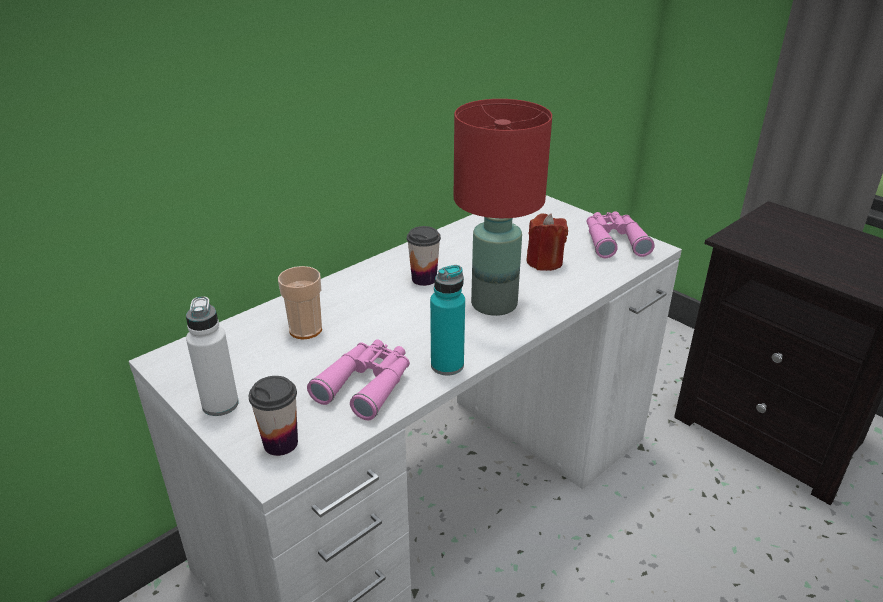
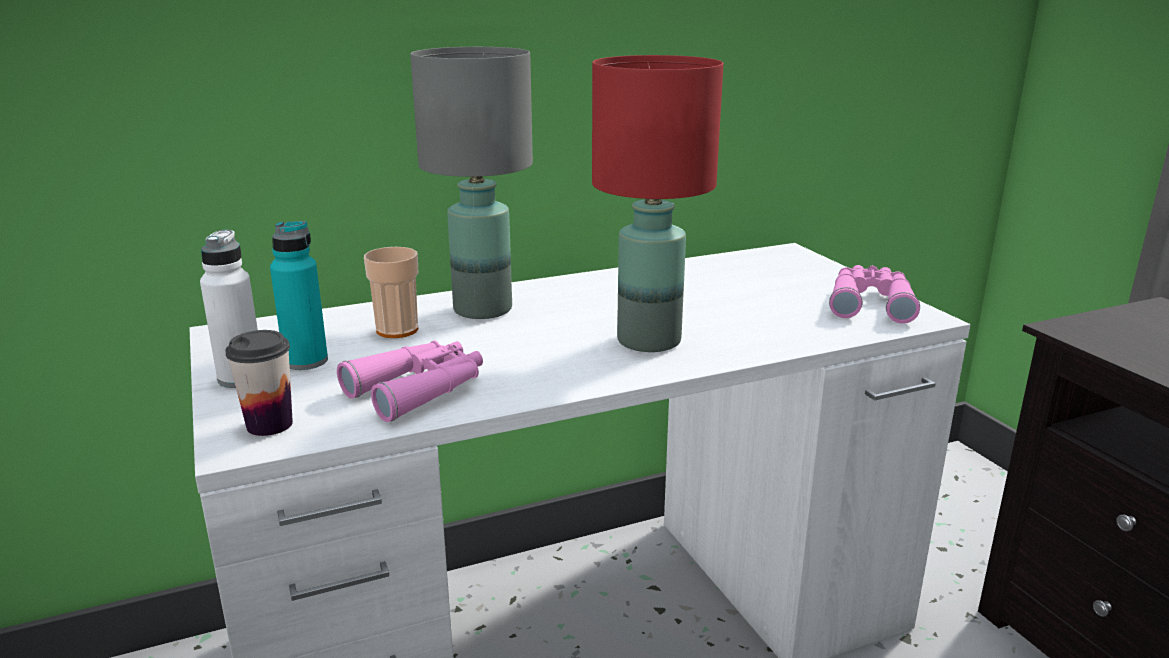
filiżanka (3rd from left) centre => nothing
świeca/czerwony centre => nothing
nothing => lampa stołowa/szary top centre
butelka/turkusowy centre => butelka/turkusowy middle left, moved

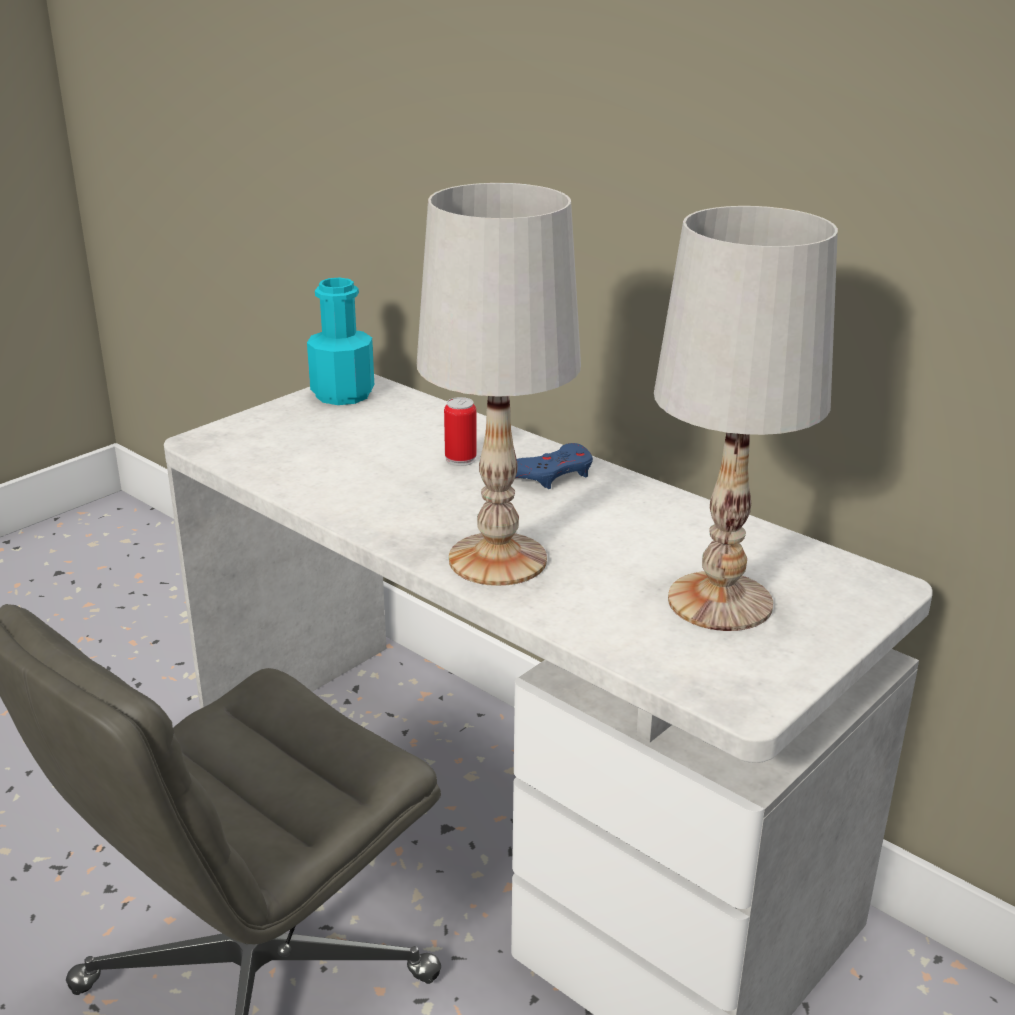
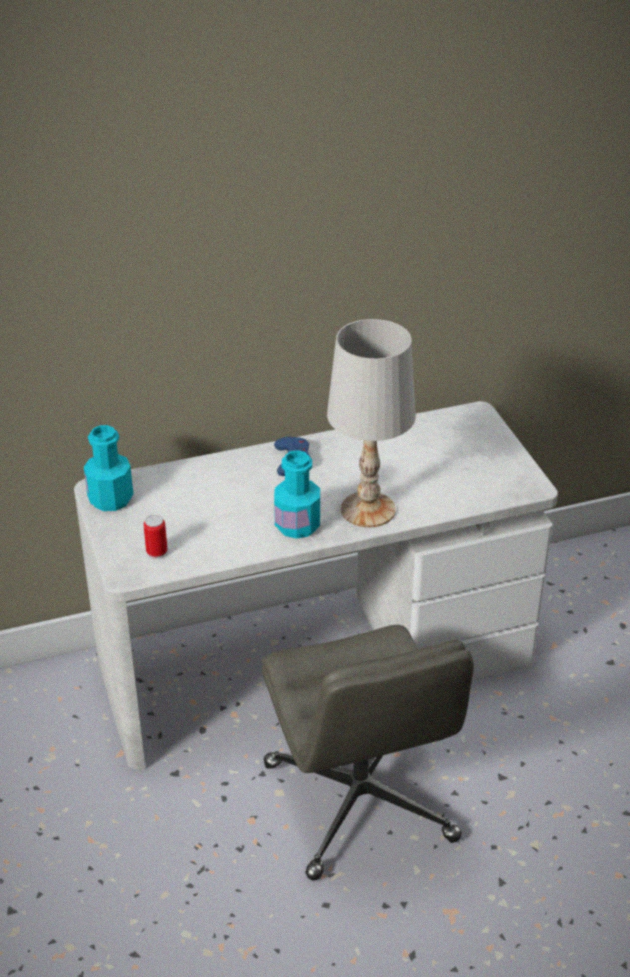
lampa stołowa/biały (2nd from left) middle right => nothing
nothing => butelka/turkusowy (2nd from left) centre
puszka centre => puszka middle left, moved

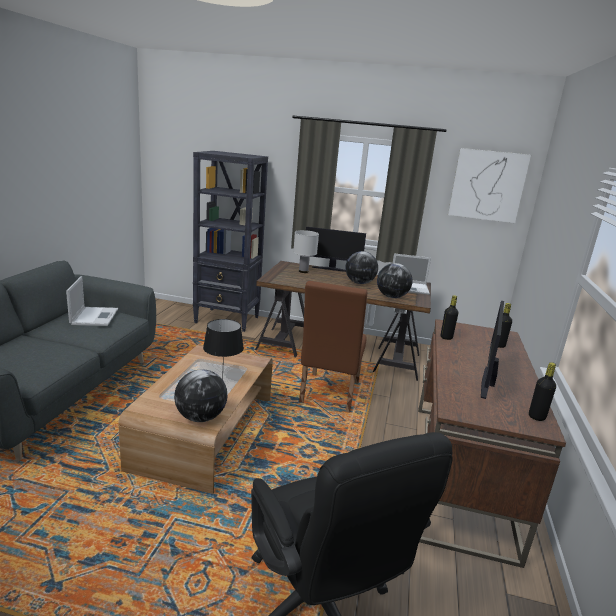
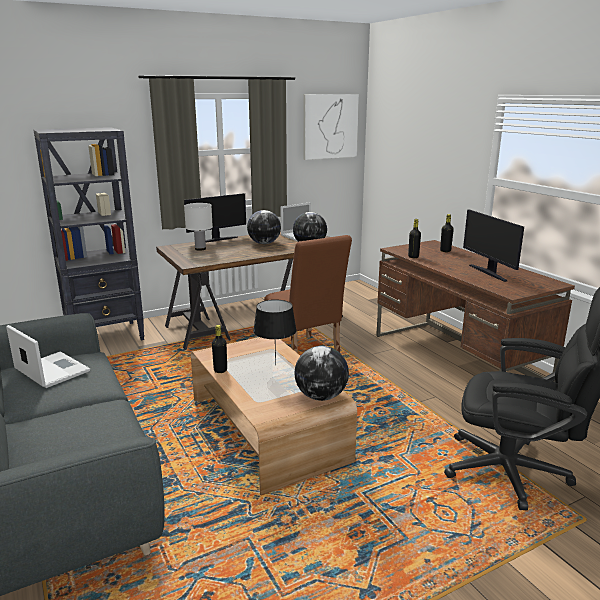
butelka/czarny (3rd from left in the first image) middle right => butelka/czarny (1st from left) centre, moved

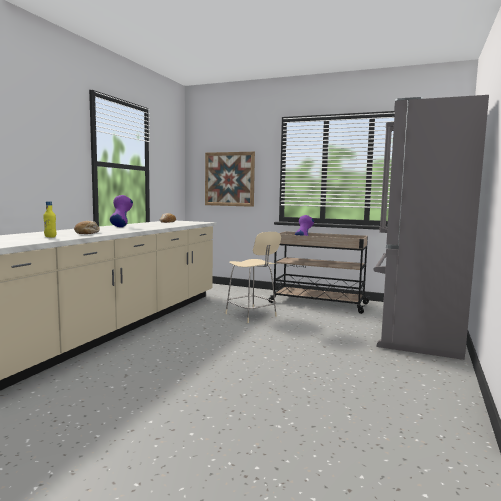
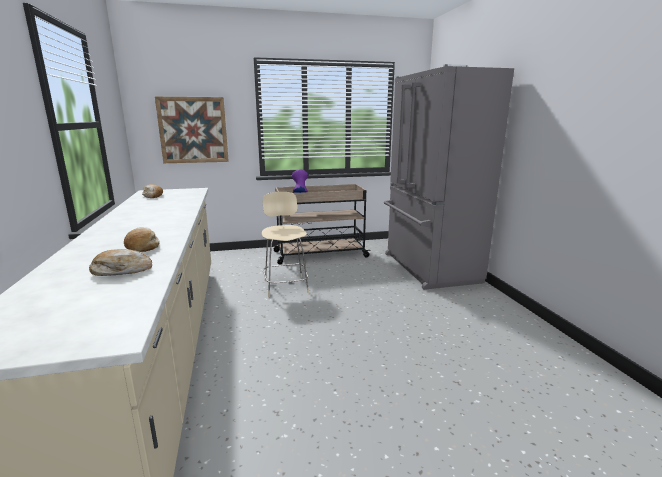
wazon/fioletowy (1st from left) middle left => nothing
butelka/żółty middle left => chleb (1st from left) middle left
krzesło/beżowy centre, 120 degrees counterclockwise

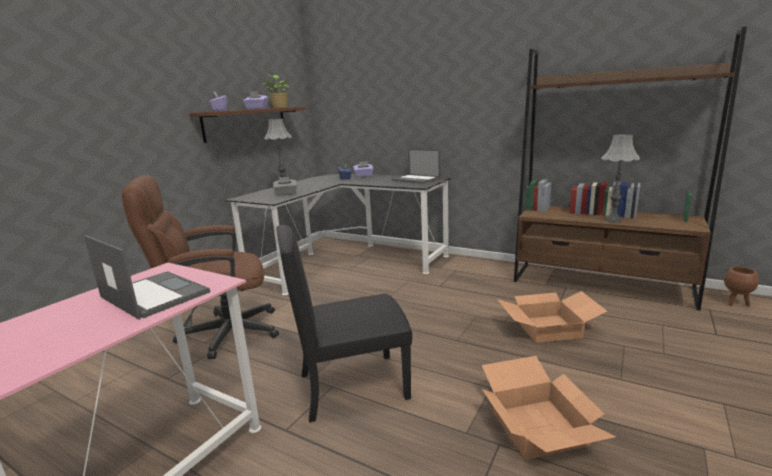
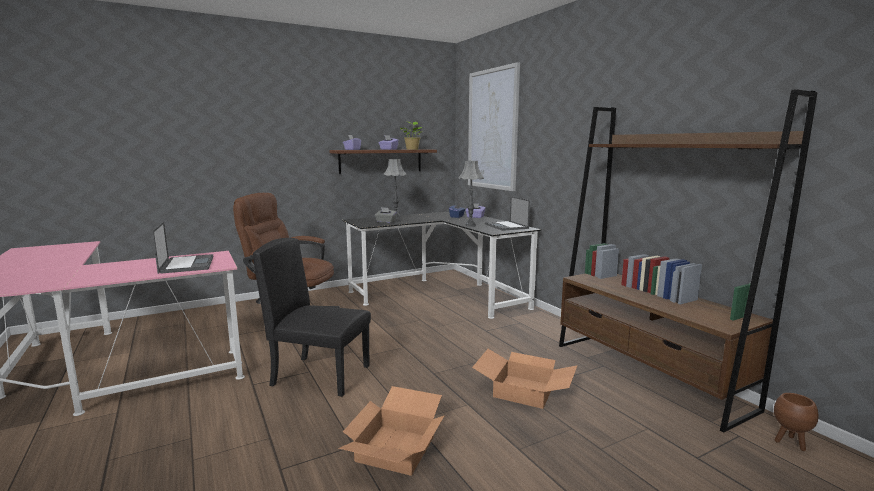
nothing => obraz top centre
lampa stołowa/szary (2nd from left) middle right => lampa stołowa/szary (2nd from left) centre, moved

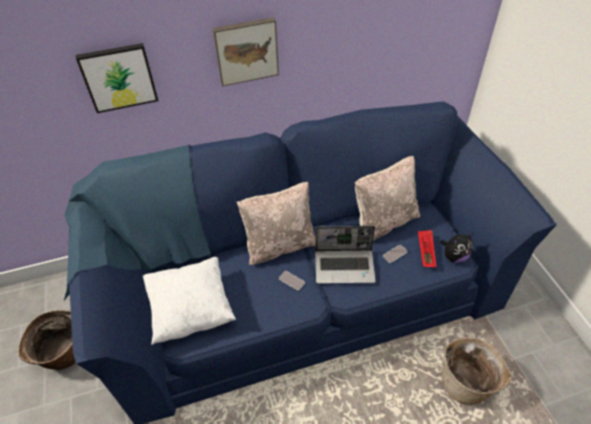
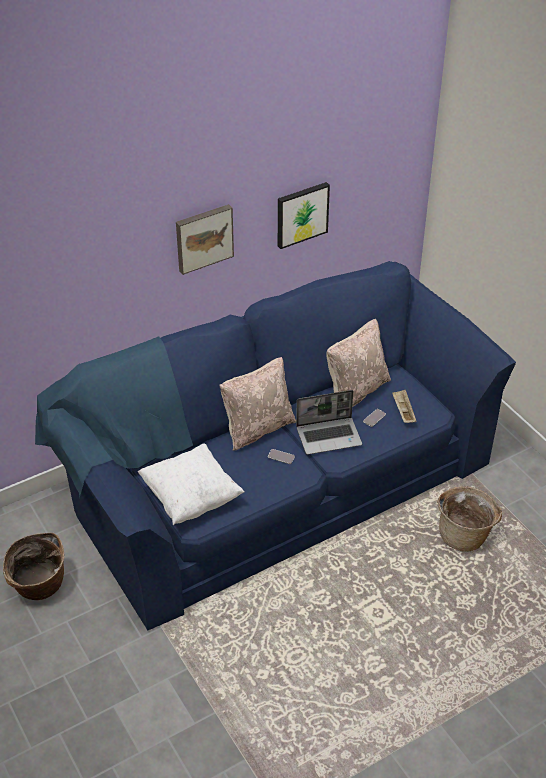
pluszak middle right => nothing
obraz (1st from left in the first image) top left => obraz (2nd from left) top centre, moved
taca/czerwony middle right => taca/beżowy middle right

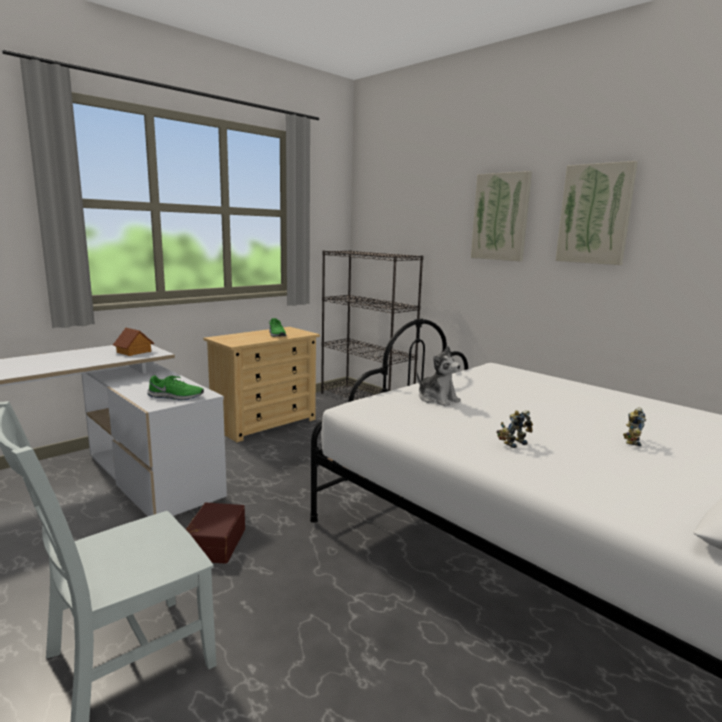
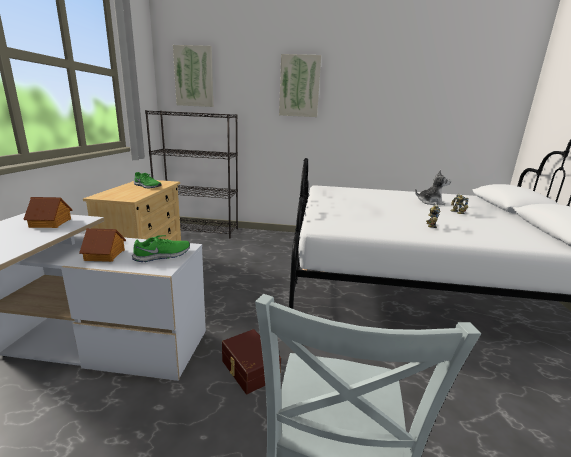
nothing => domek (2nd from left) middle left
pluszak centre => pluszak middle right, moved
obraz (2nd from left in the first image) top right => obraz (1st from left) top centre, moved

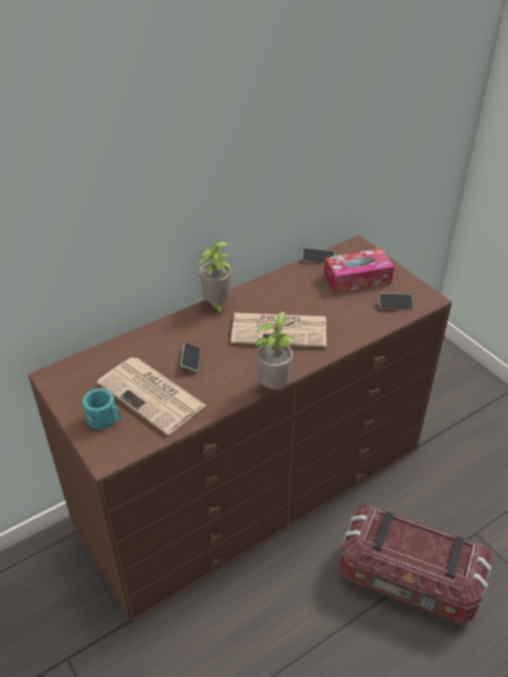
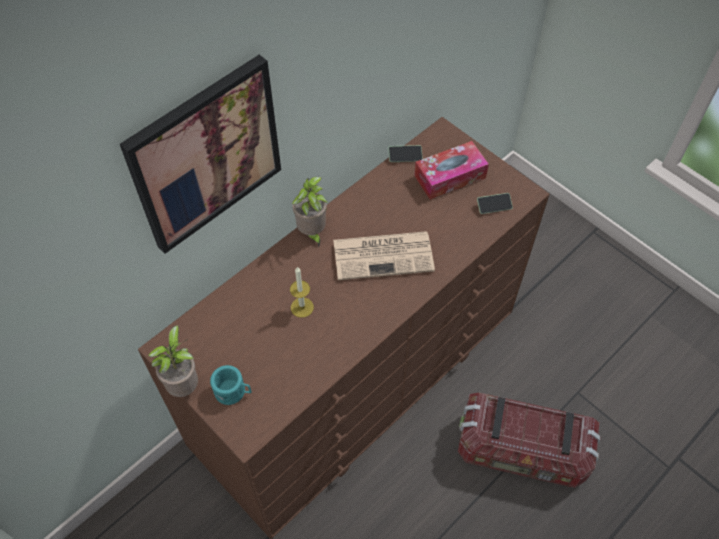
gazeta (1st from left) middle left => nothing
nothing => obraz top left
roślina doniczkowa (2nd from left in the first image) centre => roślina doniczkowa (1st from left) bottom left, moved
telefon (1st from left) centre => świeca centre

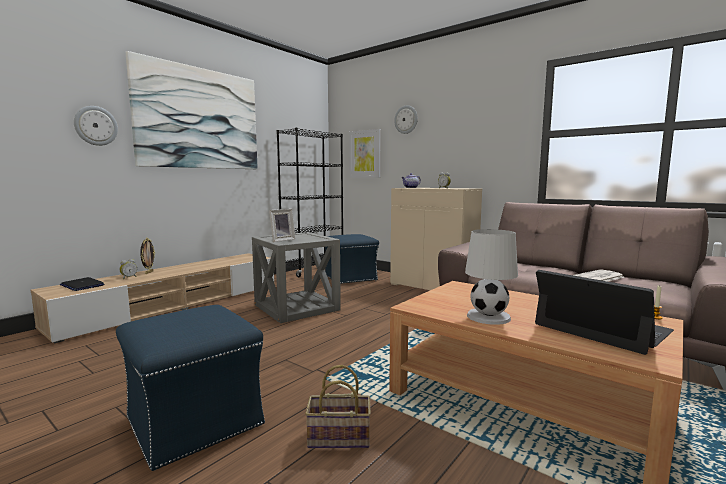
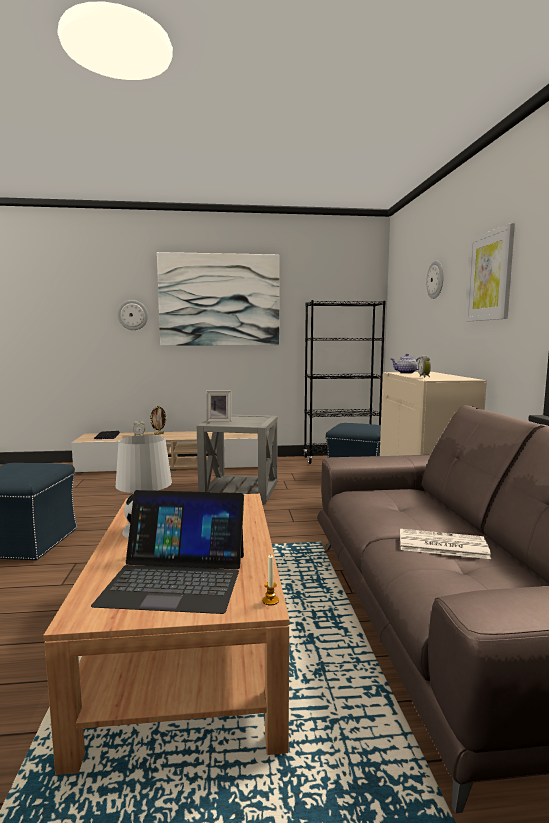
koszyk bottom centre => nothing
obraz (2nd from left) top centre => obraz (2nd from left) top right, moved
laptop (2nd from left) middle right => laptop (2nd from left) bottom left, 90 degrees clockwise

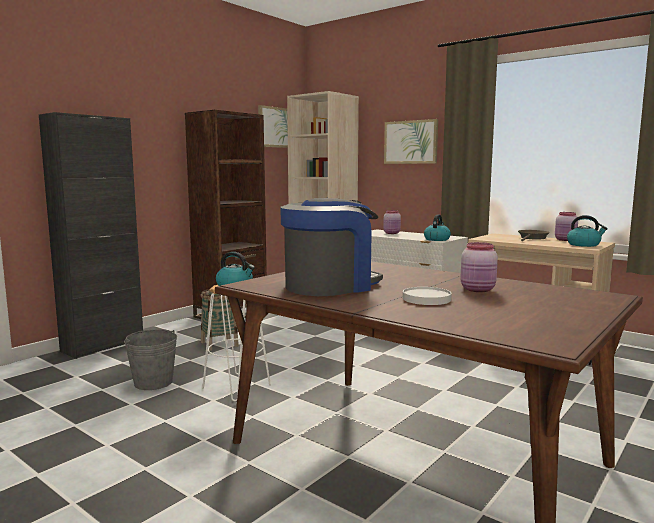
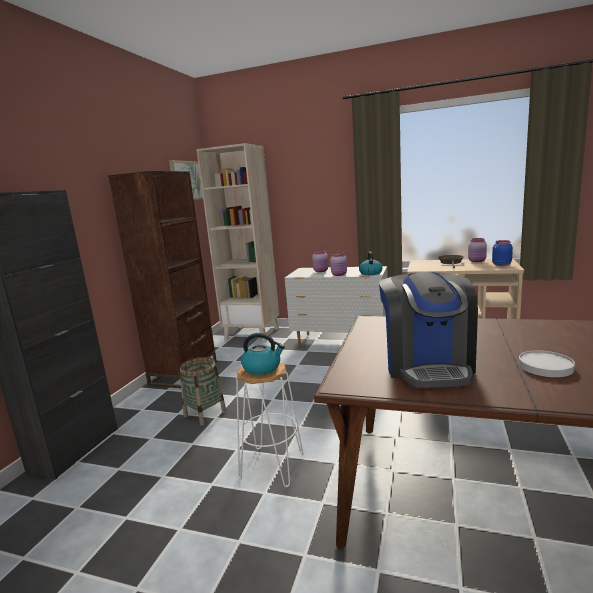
wiadro/szary bottom left => nothing
obraz (2nd from left) top centre => nothing
słoik/różowy (2nd from left) middle right => słoik/różowy (2nd from left) centre, moved
czajnik (3rd from left) middle right => słoik/niebieski middle right
ekspres do kawy centre => ekspres do kawy middle right, 150 degrees clockwise

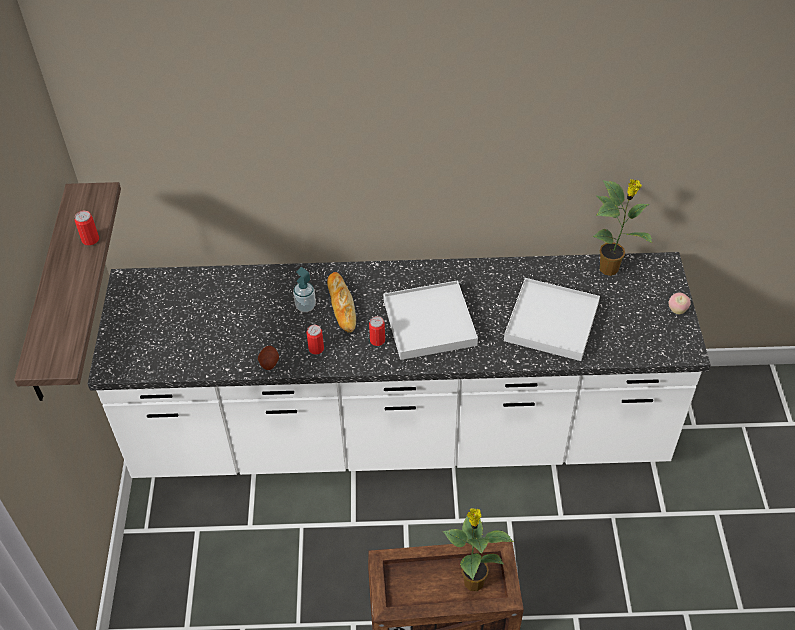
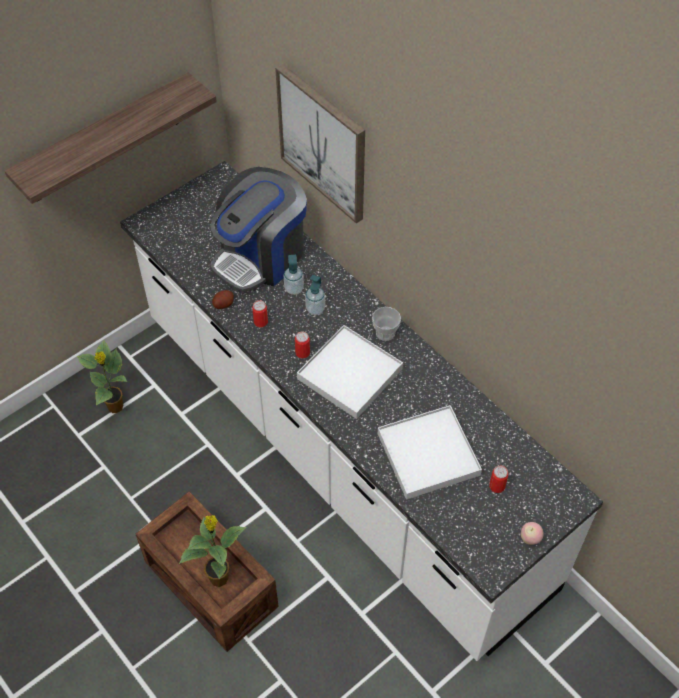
nothing => ekspres do kawy top centre
nothing => obraz top centre
nothing => filiżanka centre
puszka (1st from left in the first image) middle left => puszka (3rd from left) bottom right, moved
roślina doniczkowa (2nd from left in the first image) middle right => roślina doniczkowa (1st from left) middle left, moved
chleb centre => dozownik mydła (2nd from left) centre

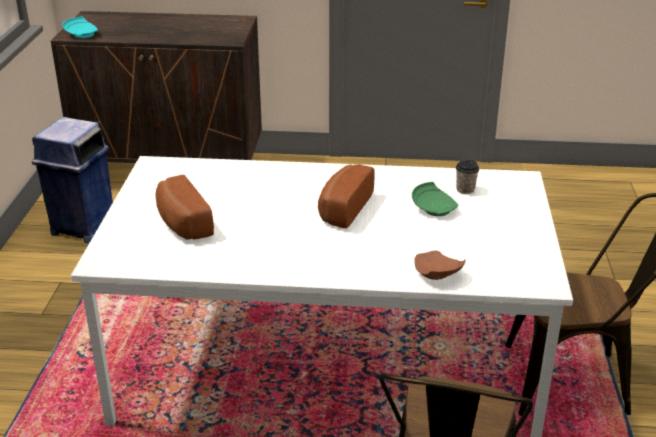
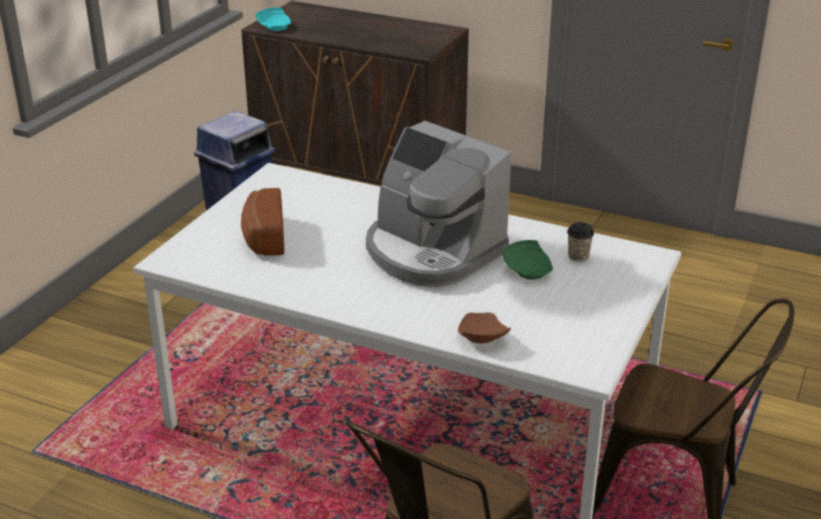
chleb (2nd from left) centre => ekspres do kawy centre

